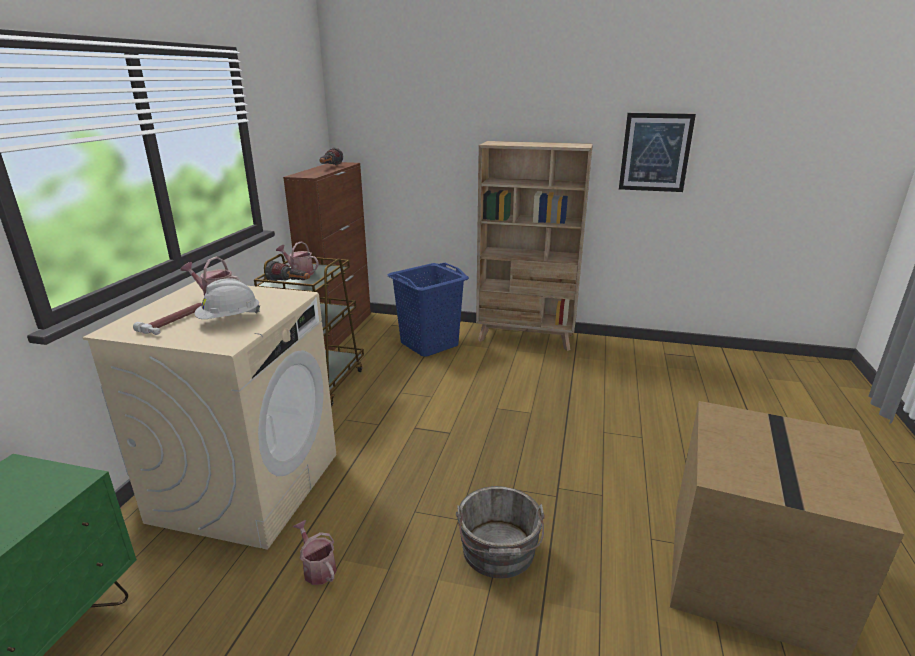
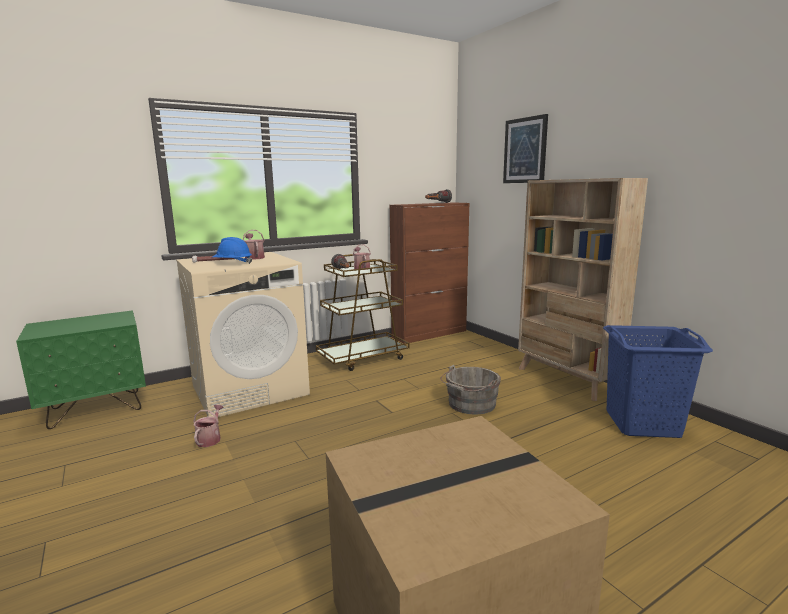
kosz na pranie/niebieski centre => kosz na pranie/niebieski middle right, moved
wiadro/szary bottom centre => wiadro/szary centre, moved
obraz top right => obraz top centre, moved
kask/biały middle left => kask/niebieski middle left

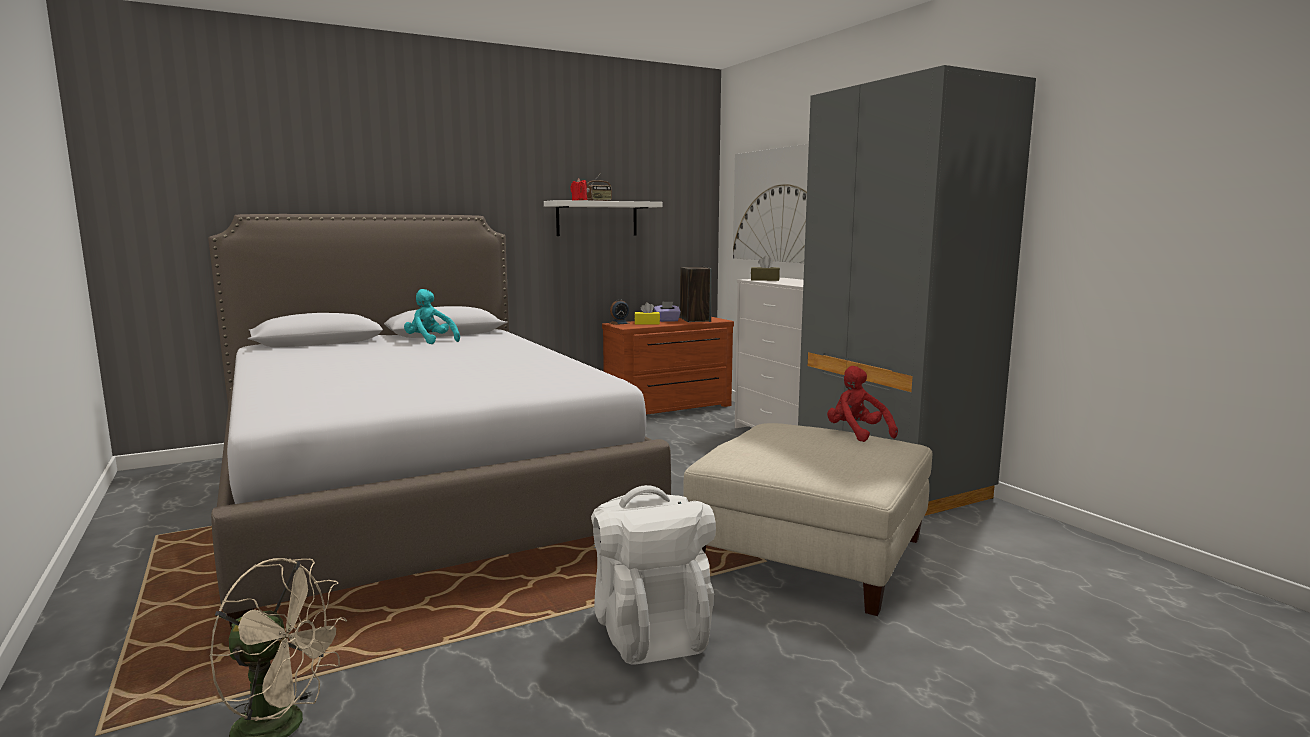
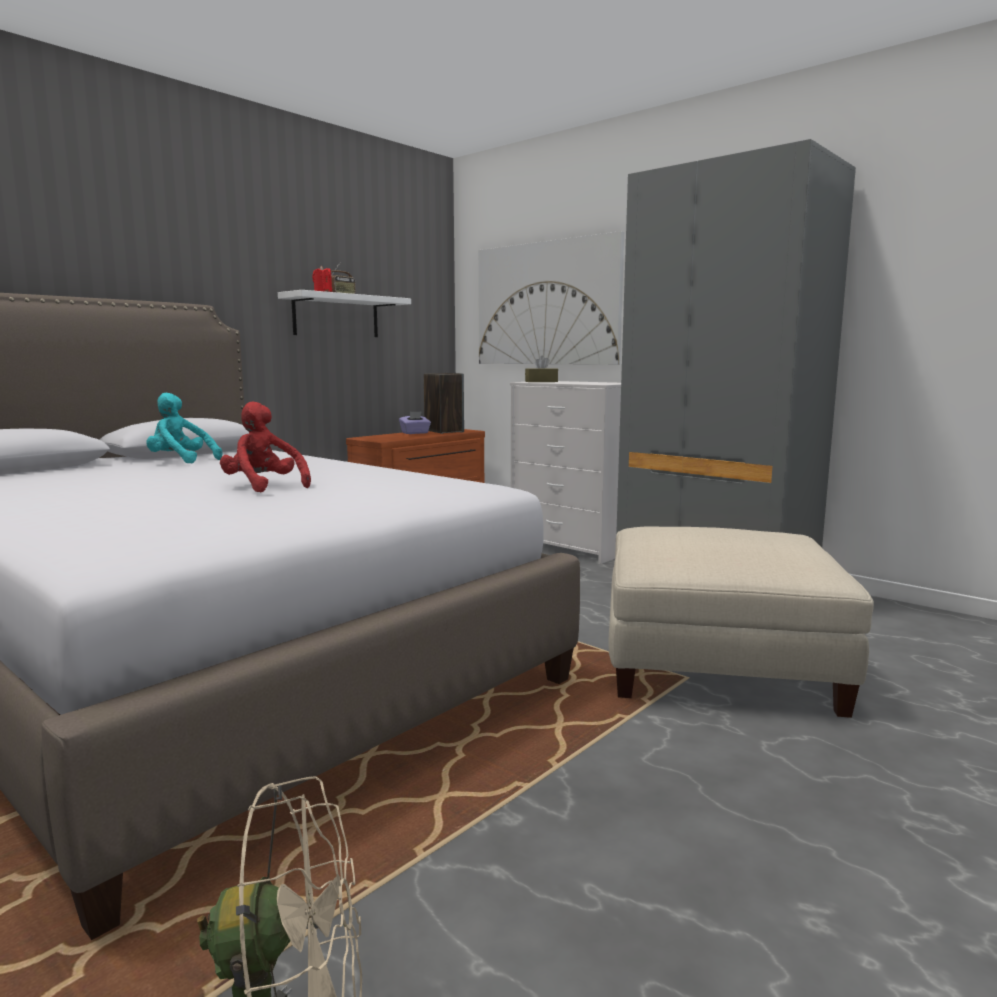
plecak/biały bottom centre => nothing
budzik centre => nothing
pudełko chusteczek/żółty centre => nothing
pluszak/czerwony centre => pluszak/czerwony middle left, moved

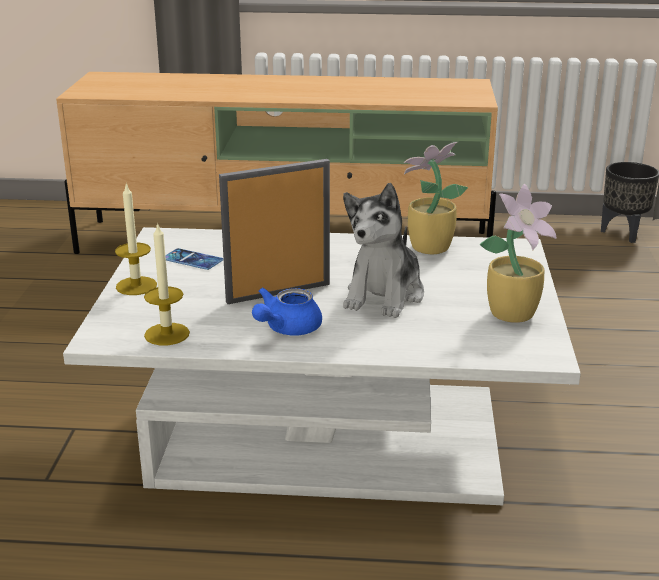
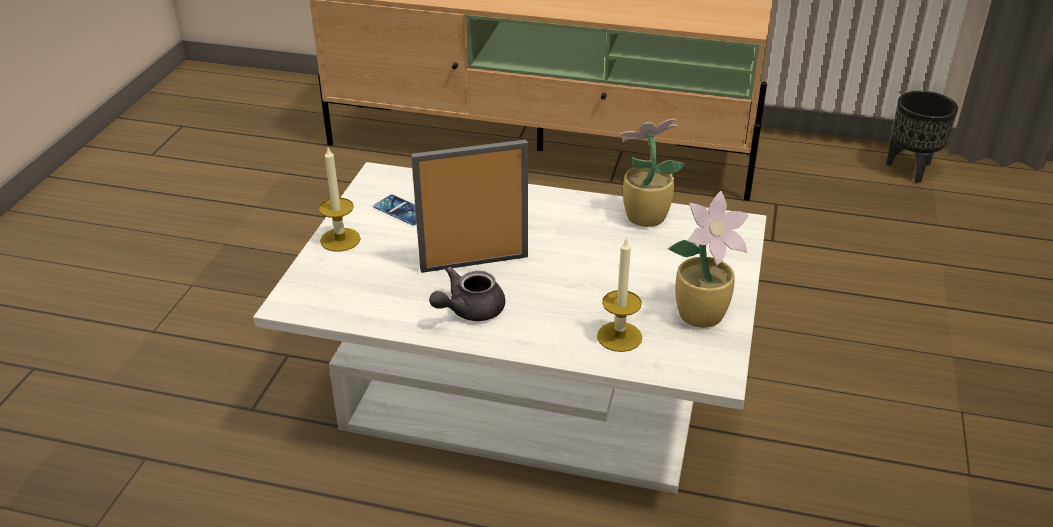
pluszak centre => nothing
świeca (2nd from left) middle left => świeca (2nd from left) centre, moved
imbryk/niebieski centre => imbryk/szary centre

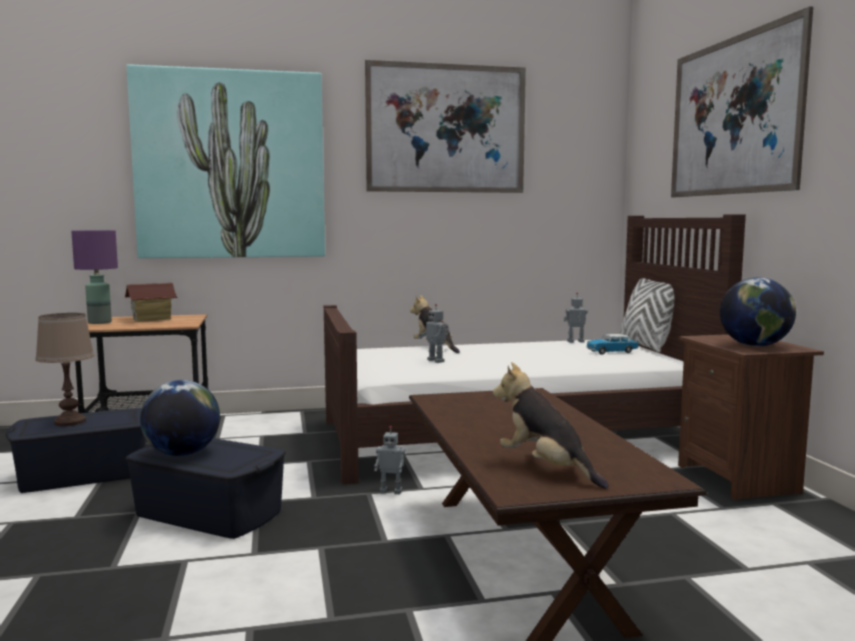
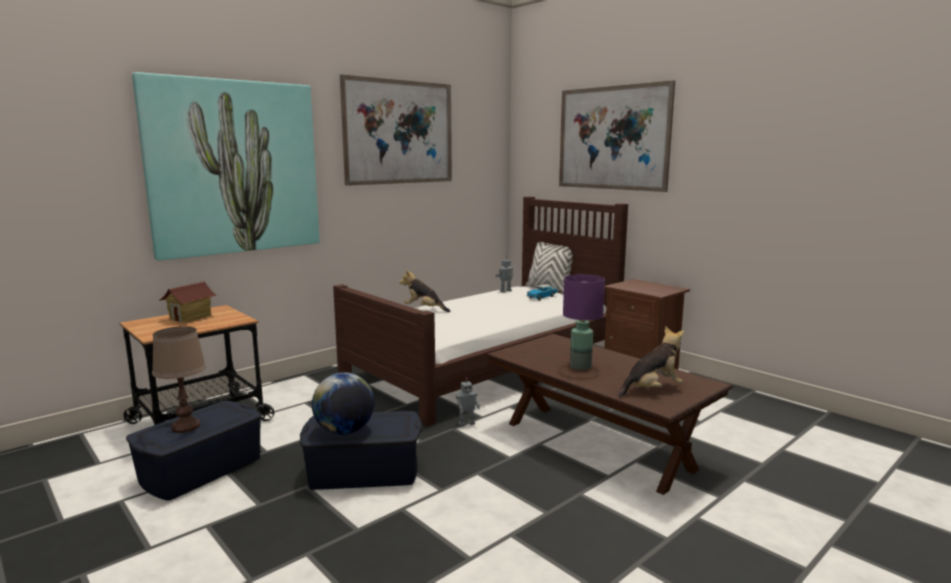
robot zabawkowy (2nd from left) centre => nothing
globus (2nd from left) middle right => nothing
lampa stołowa/fioletowy middle left => lampa stołowa/fioletowy centre, moved
pluszak (2nd from left) centre => pluszak (2nd from left) middle right, 135 degrees clockwise

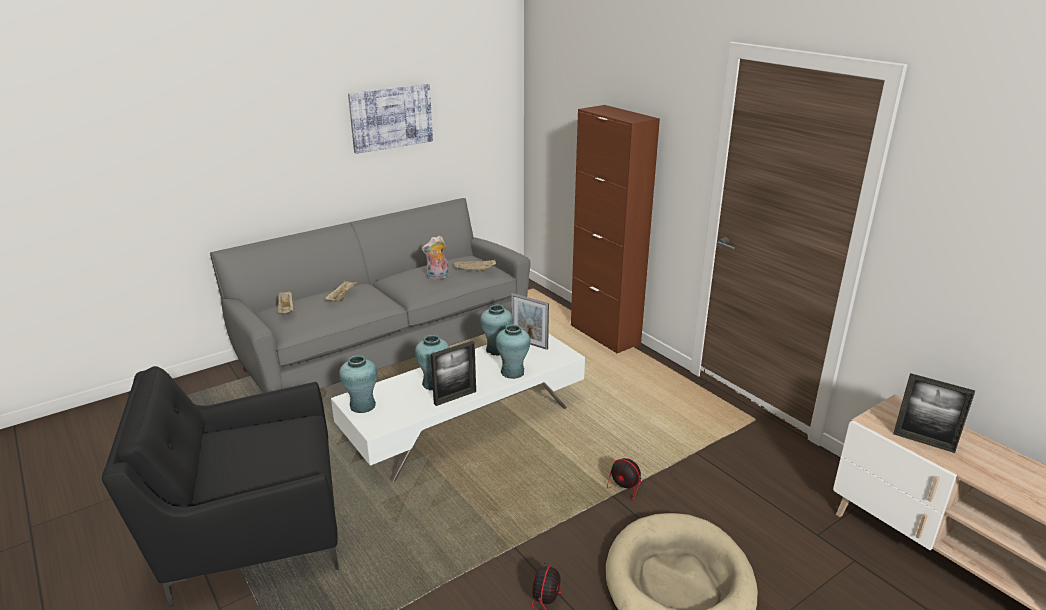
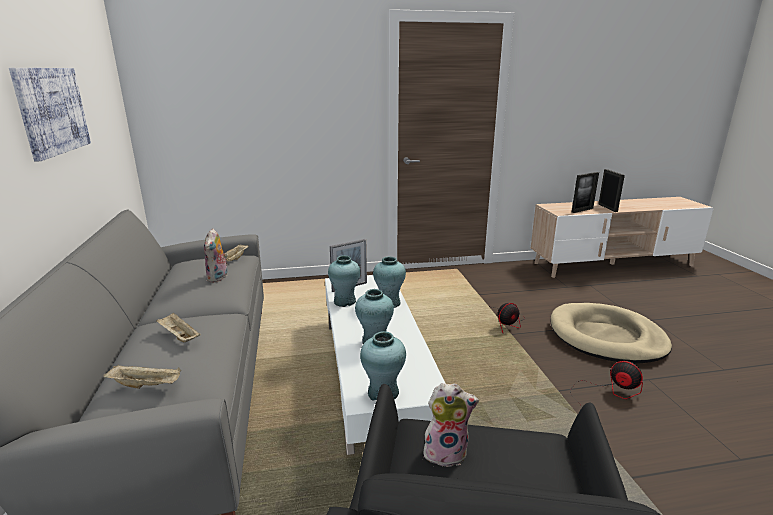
szafka/brązowy centre => nothing
nothing => pluszak (2nd from left) bottom centre
ramka na zdjęcie (1st from left in the first image) centre => ramka na zdjęcie (3rd from left) middle right, moved

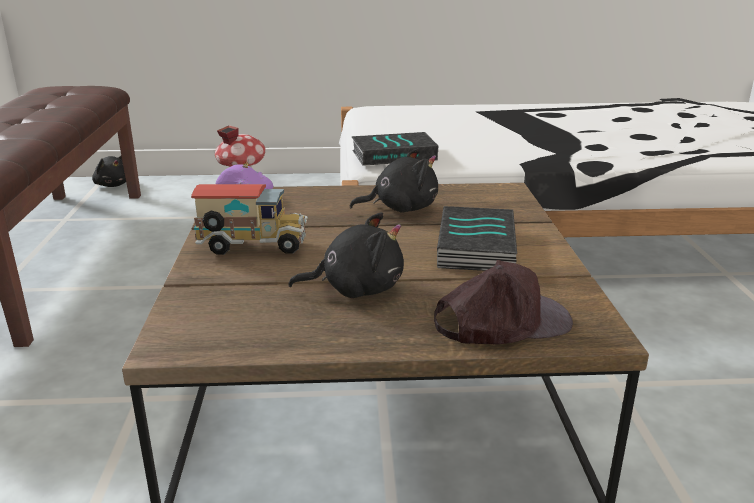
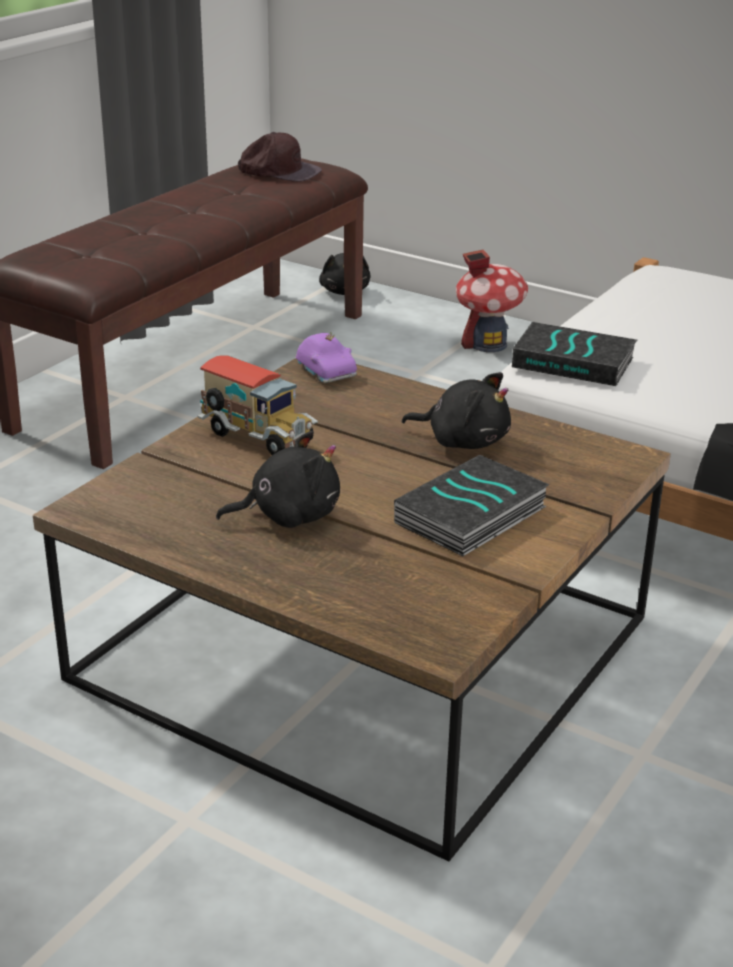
czapka z daszkiem/brązowy middle right => czapka z daszkiem/brązowy top centre, moved
pluszak/czarny (2nd from left in the first image) centre => pluszak/czarny (1st from left) centre, 45 degrees counterclockwise

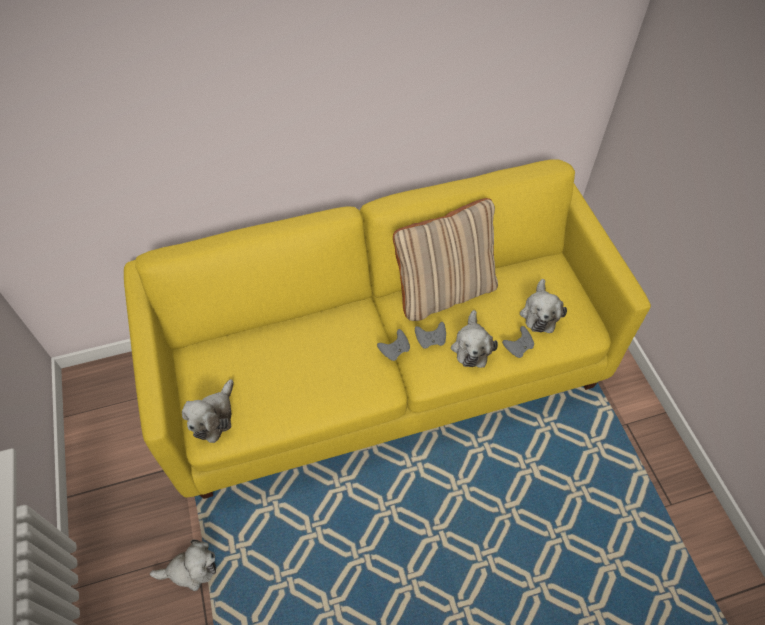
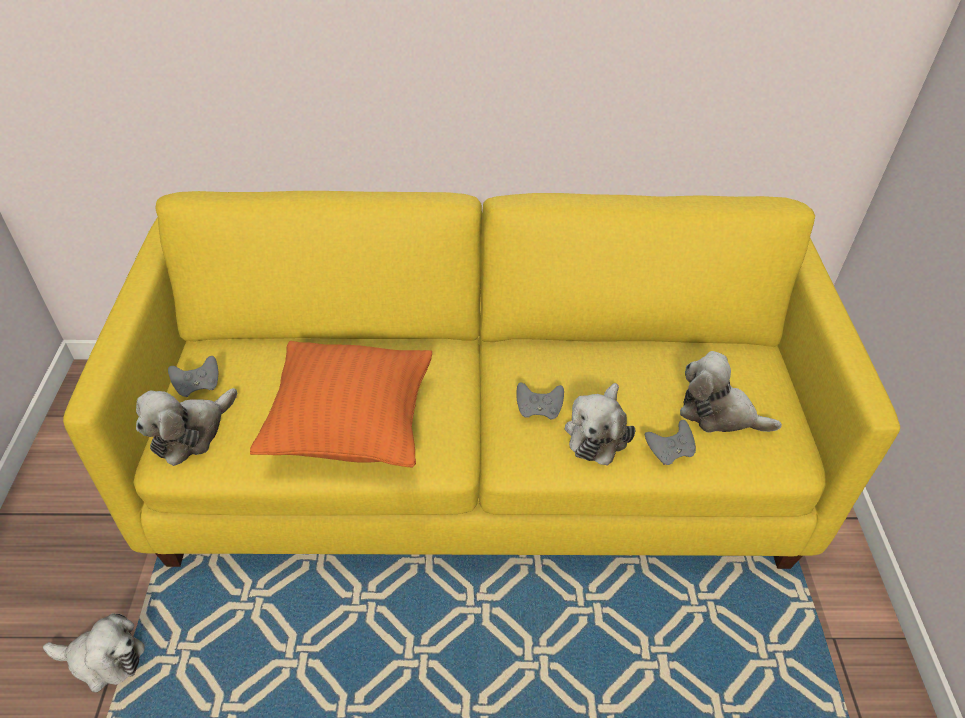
poduszka/beżowy centre => nothing
nothing => poduszka/pomarańczowy centre
pad do gier/szary (1st from left) centre => pad do gier/szary (1st from left) middle left, moved
pluszak (4th from left) middle right, 90 degrees clockwise

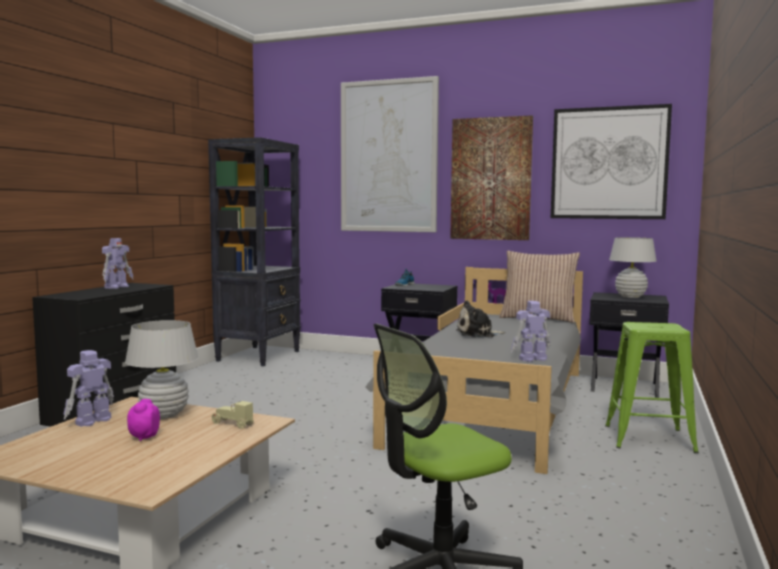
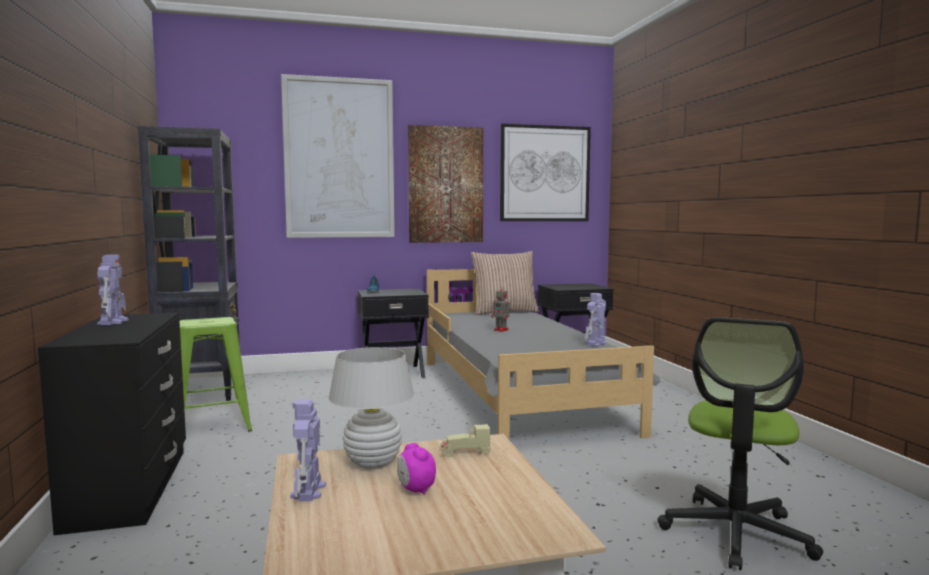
lampa stołowa/biały (2nd from left) middle right => nothing
stołek/zielony bottom right => stołek/zielony middle left, moved
pluszak centre => robot zabawkowy (3rd from left) centre

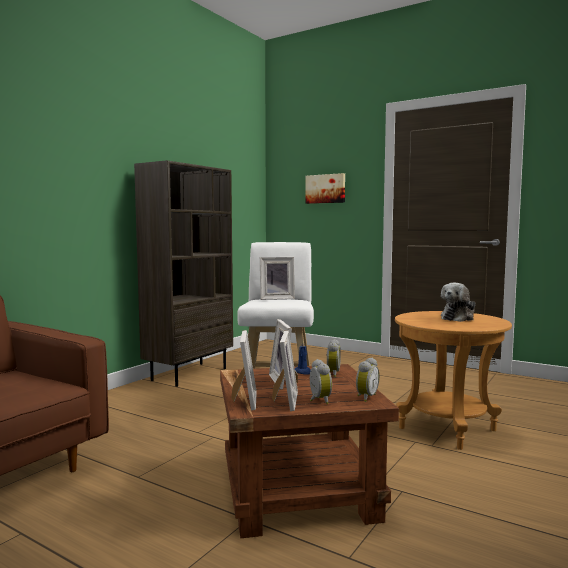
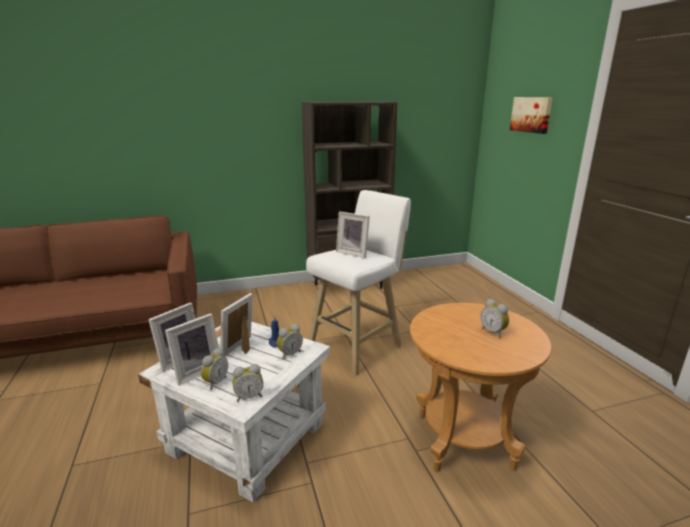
pluszak middle right => budzik (4th from left) middle right
stolik/brązowy (1st from left) bottom centre => stolik/biały bottom centre

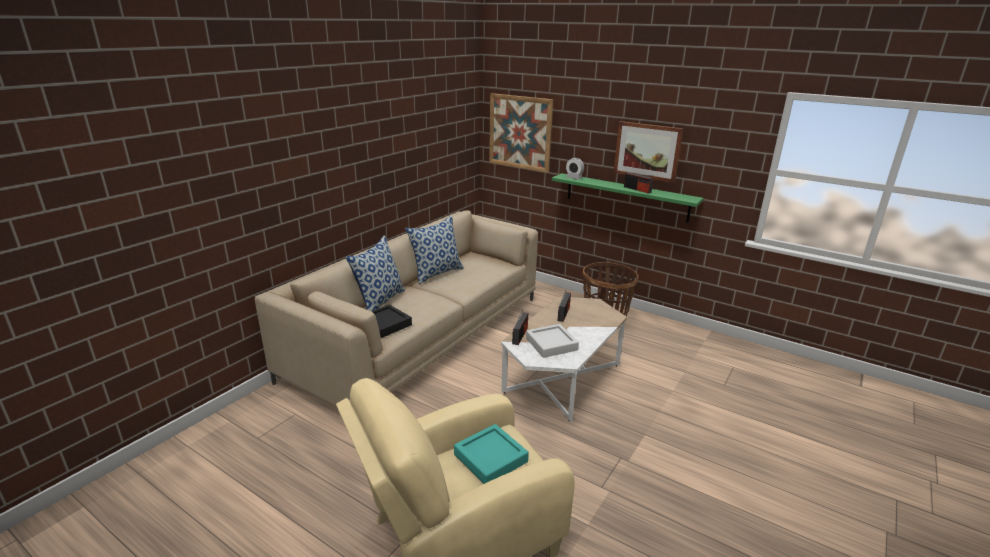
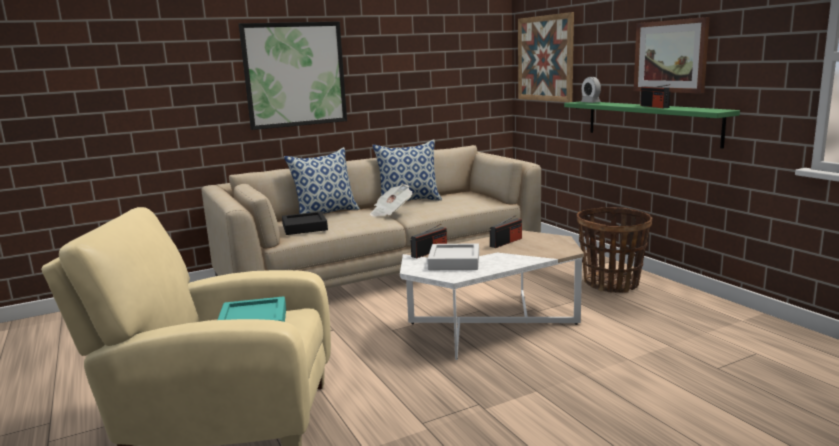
nothing => obraz (1st from left) top centre
nothing => gazeta centre

